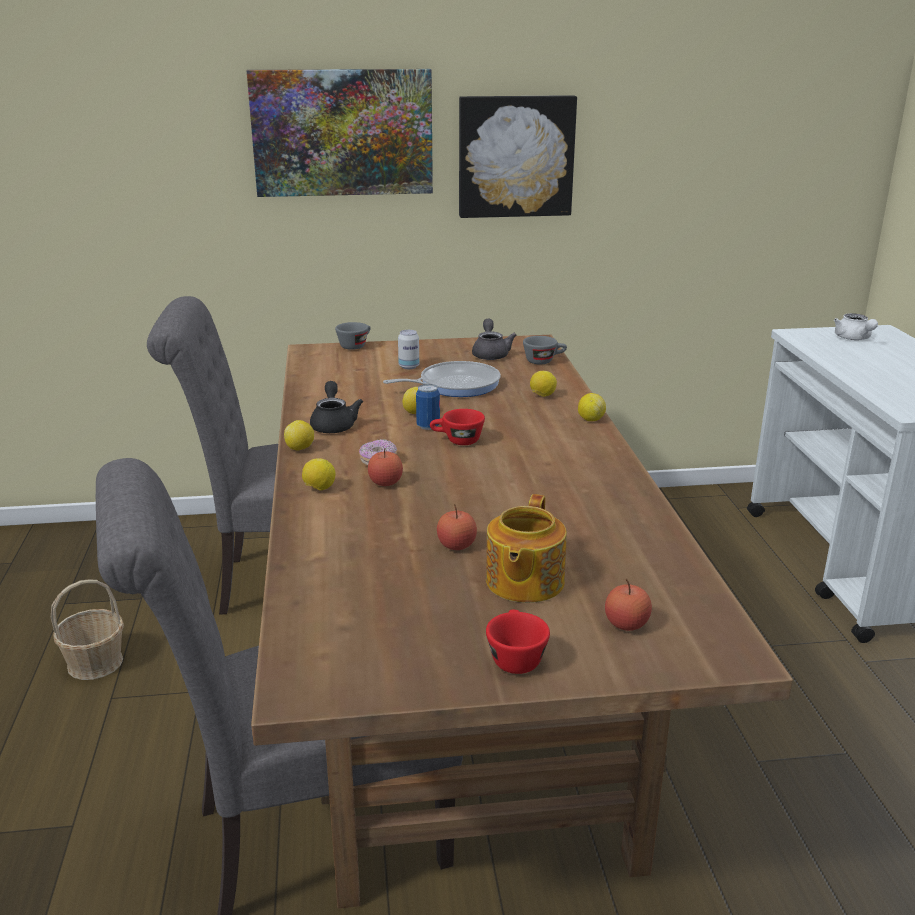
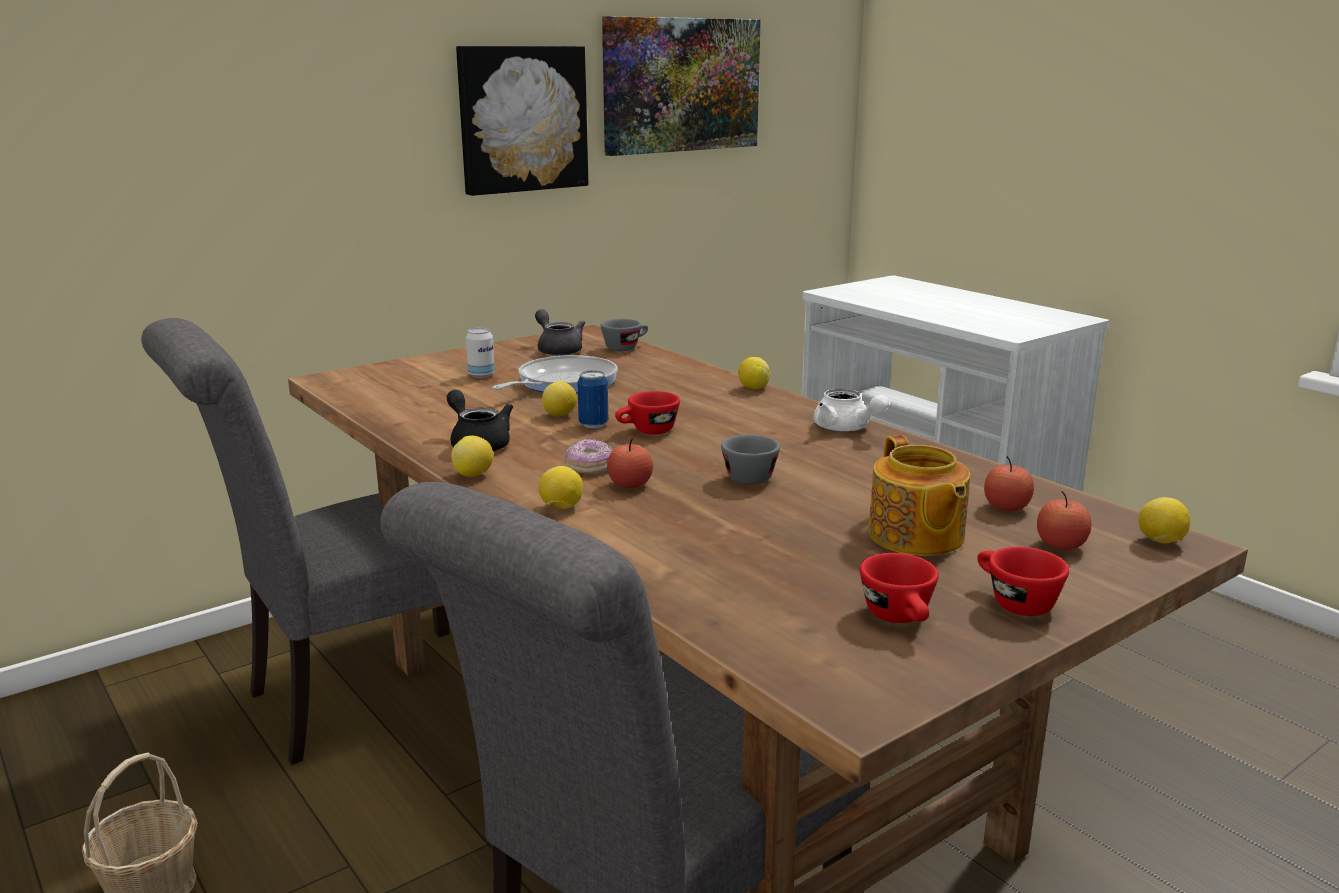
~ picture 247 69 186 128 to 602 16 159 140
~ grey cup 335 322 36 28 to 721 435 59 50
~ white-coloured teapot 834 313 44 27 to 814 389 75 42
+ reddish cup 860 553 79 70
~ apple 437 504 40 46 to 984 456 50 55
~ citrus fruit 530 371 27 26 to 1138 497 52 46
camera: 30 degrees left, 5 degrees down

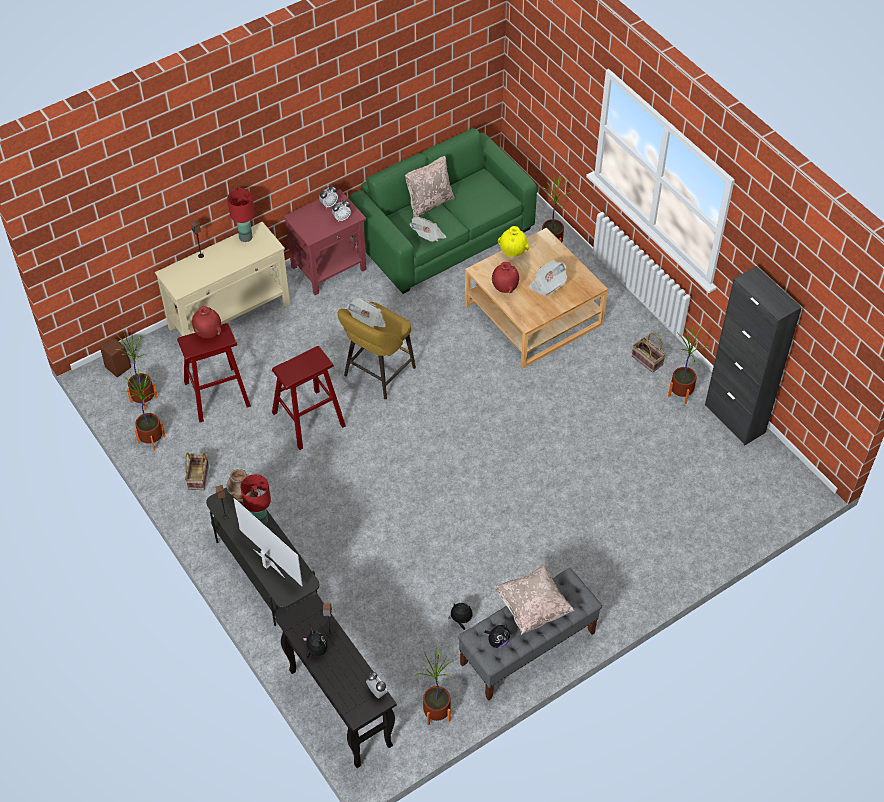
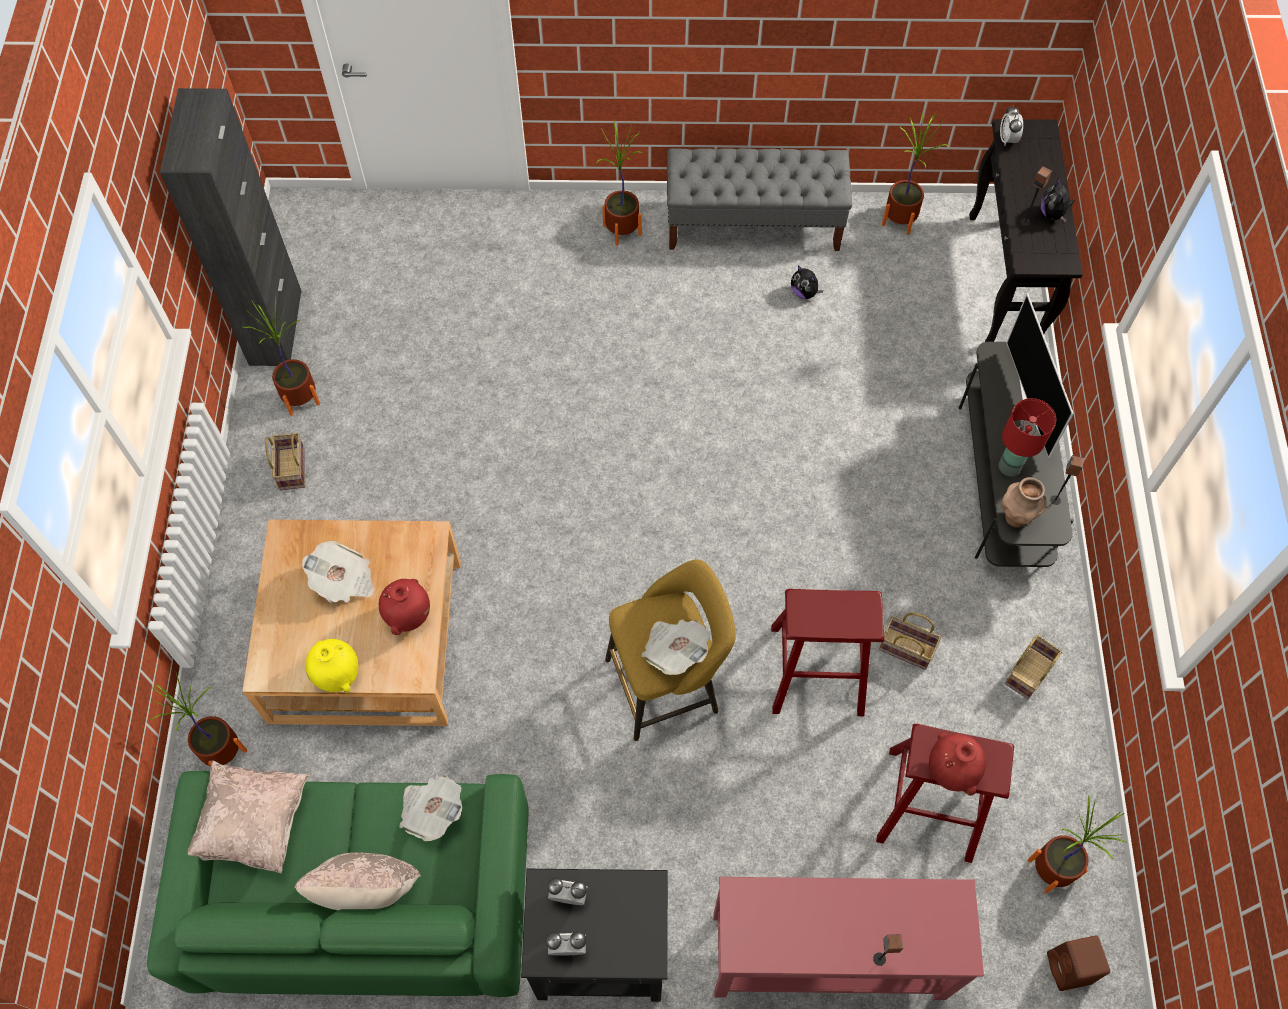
~ beige throw pillow 494 565 81 70 to 188 761 122 112
~ reddish side table 283 189 84 106 to blackish side table 521 869 147 133
~ houseplant 123 370 43 81 to 596 122 47 124
~ beige narrow table 155 222 135 114 to reddish narrow table 713 877 271 123
+ household basket 879 613 62 57
- reddish tabletop lamp 227 189 28 53
- soft toy 484 624 26 24
camera: 145 degrees left, 10 degrees up

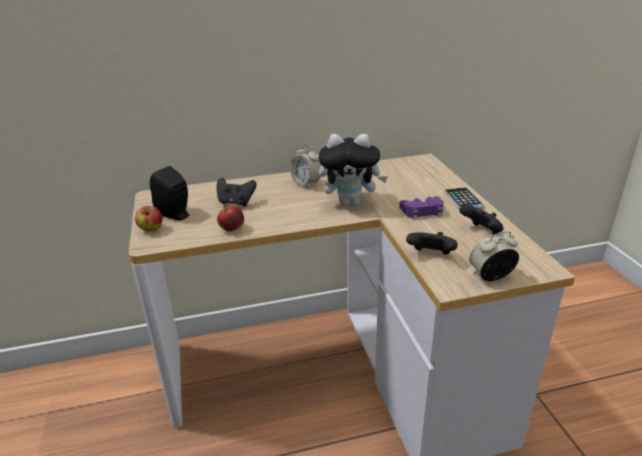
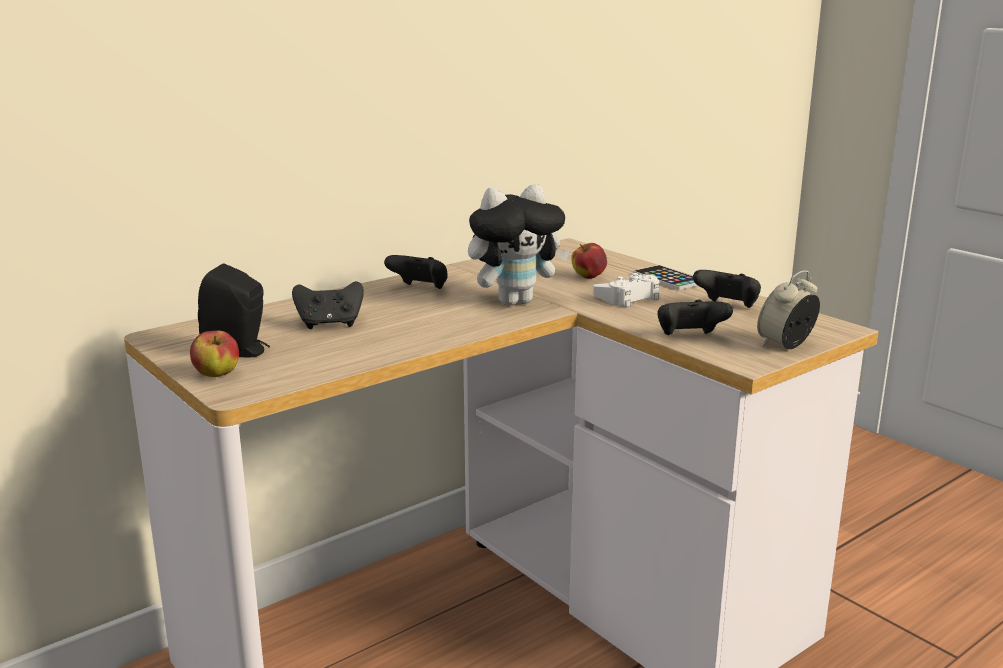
~ alarm clock 290 144 31 44 to blackish game controller 384 255 63 34
~ apple 217 205 27 26 to 571 243 36 36
~ purple-coloured game controller 399 196 45 24 to white-coloured game controller 593 273 66 34
camera: 25 degrees left, 10 degrees down

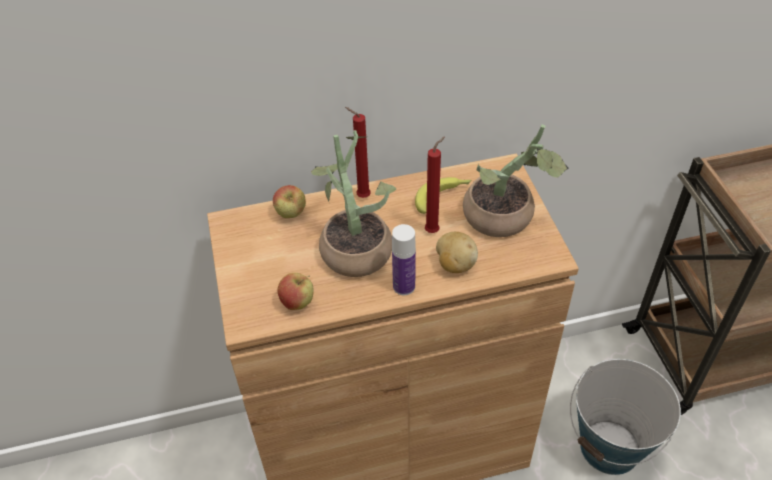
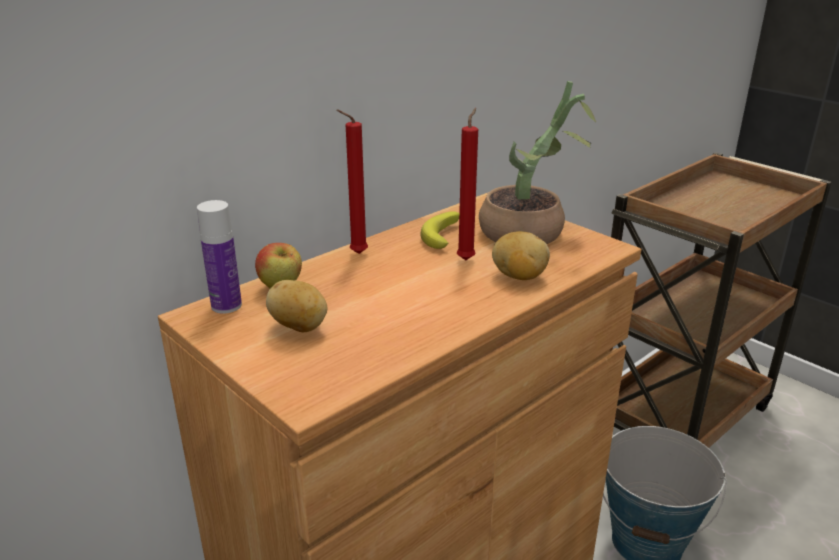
~ drink bottle 392 224 24 71 to 197 200 45 114
+ spud 266 280 61 52
- apple 278 273 36 37
- houseplant 311 130 86 147
camera: 30 degrees left, 20 degrees down

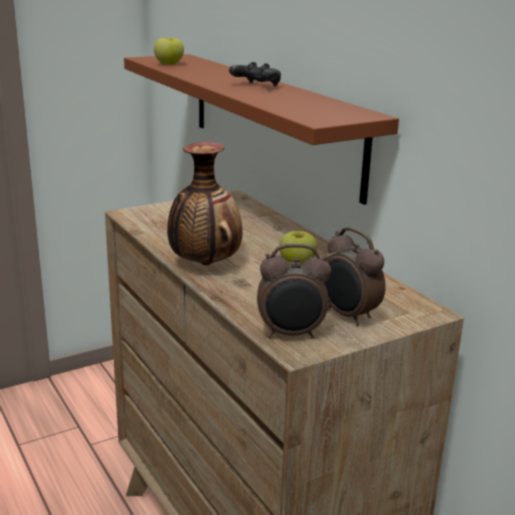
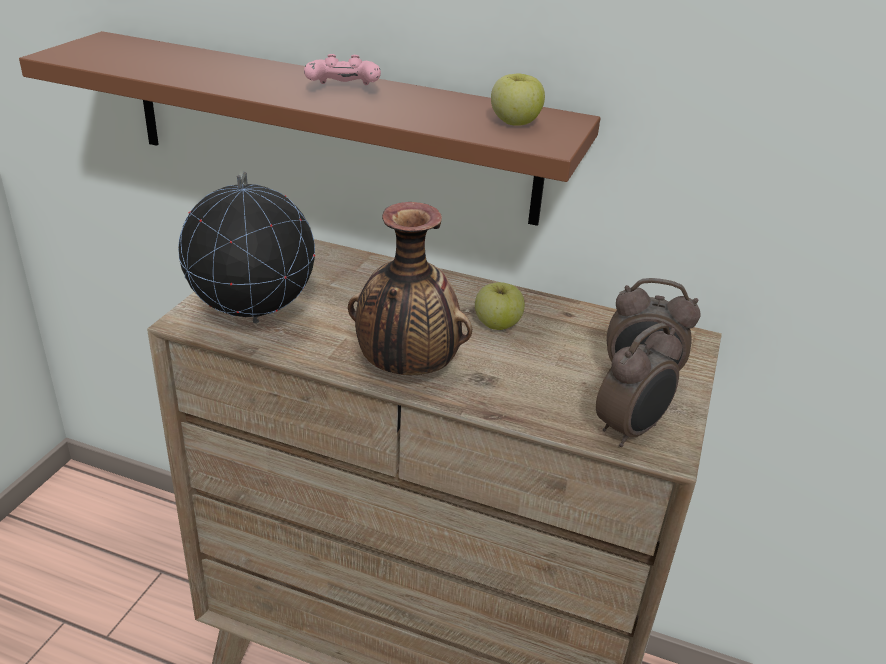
+ desk globe 178 172 137 152
~ blackish game controller 229 62 52 24 to pink-coloured game controller 304 54 77 31
~ apple 154 38 30 26 to 491 73 54 53
camera: 40 degrees left, 10 degrees up

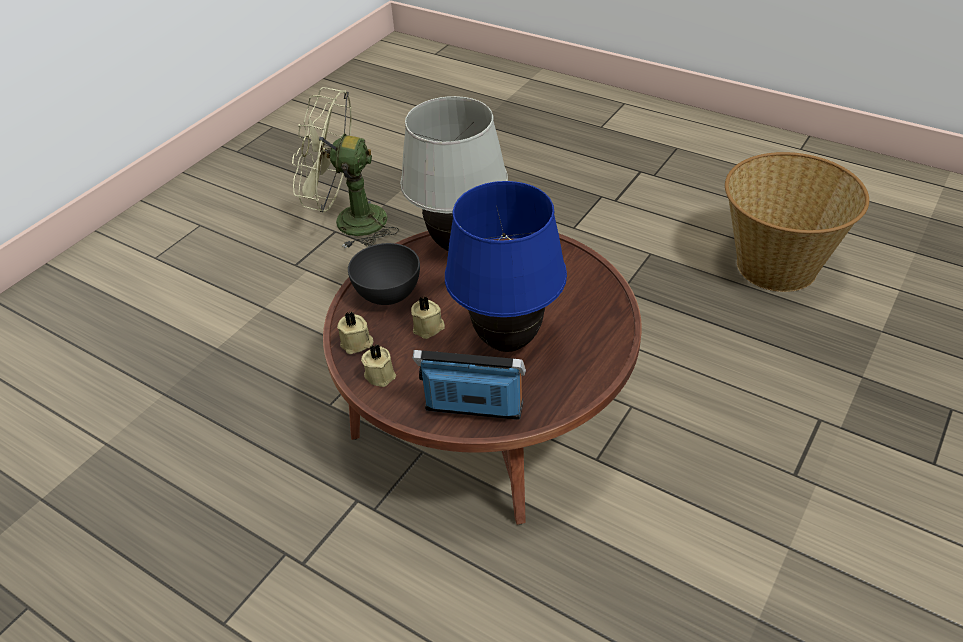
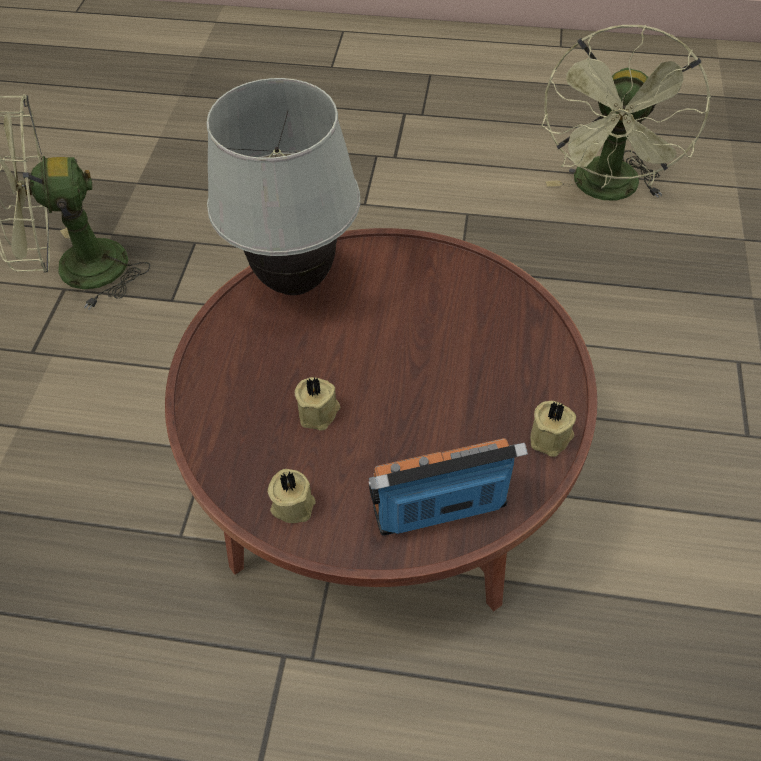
~ beige wax candle 337 312 37 42 to 530 401 46 56
~ household basket 725 152 144 140 to green-coloured cooling fan 541 25 170 176
- grey bowl 348 243 72 62
- bluish tabletop lamp 445 181 122 171
camera: 25 degrees left, 10 degrees up

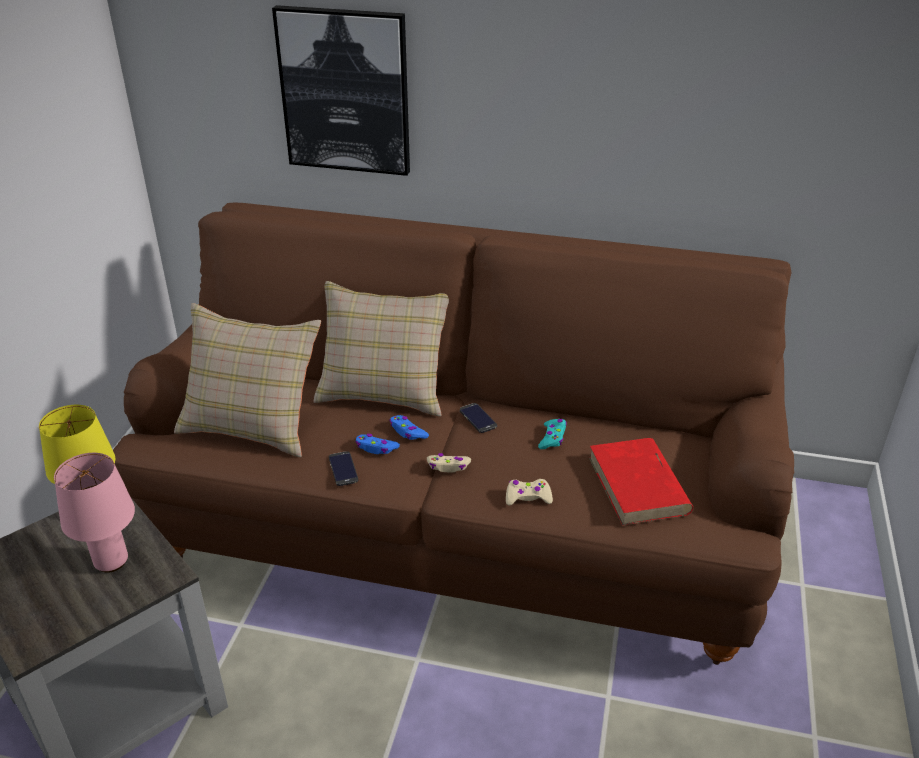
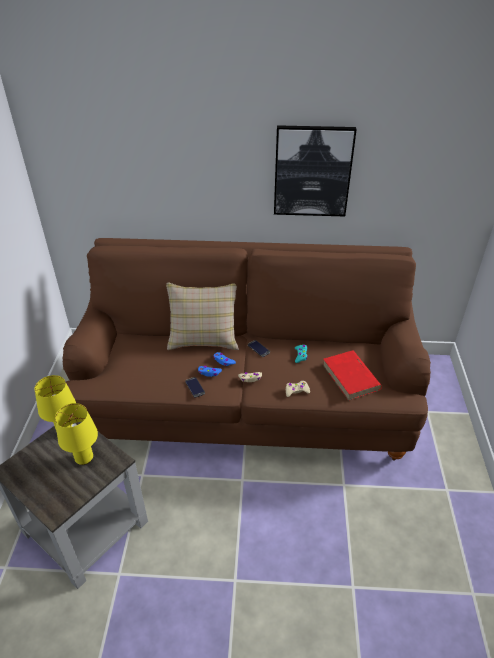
~ pink-coloured tabletop lamp 54 453 81 120 to yellow tabletop lamp 55 403 43 62
~ picture 272 5 138 171 to 274 125 83 92
- beige throw pillow 174 303 147 154
camera: 10 degrees left, 5 degrees up

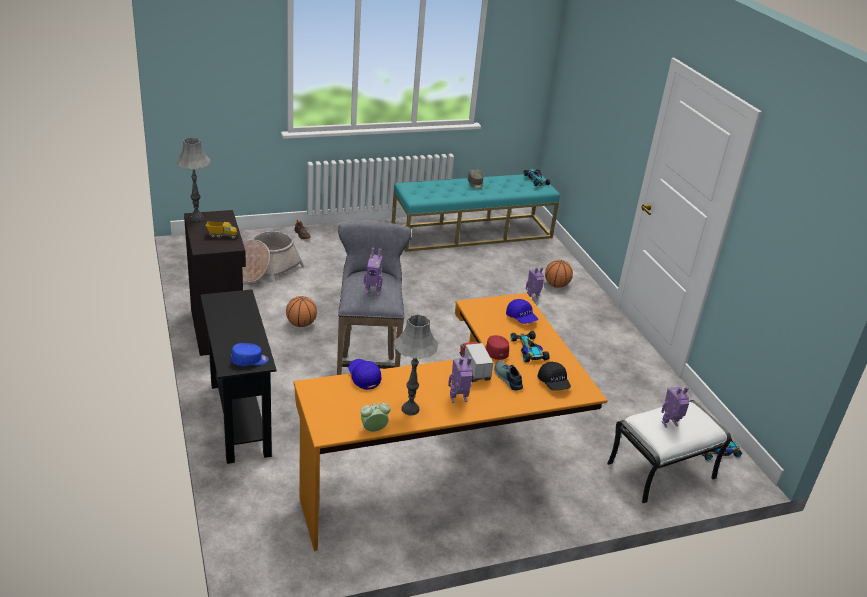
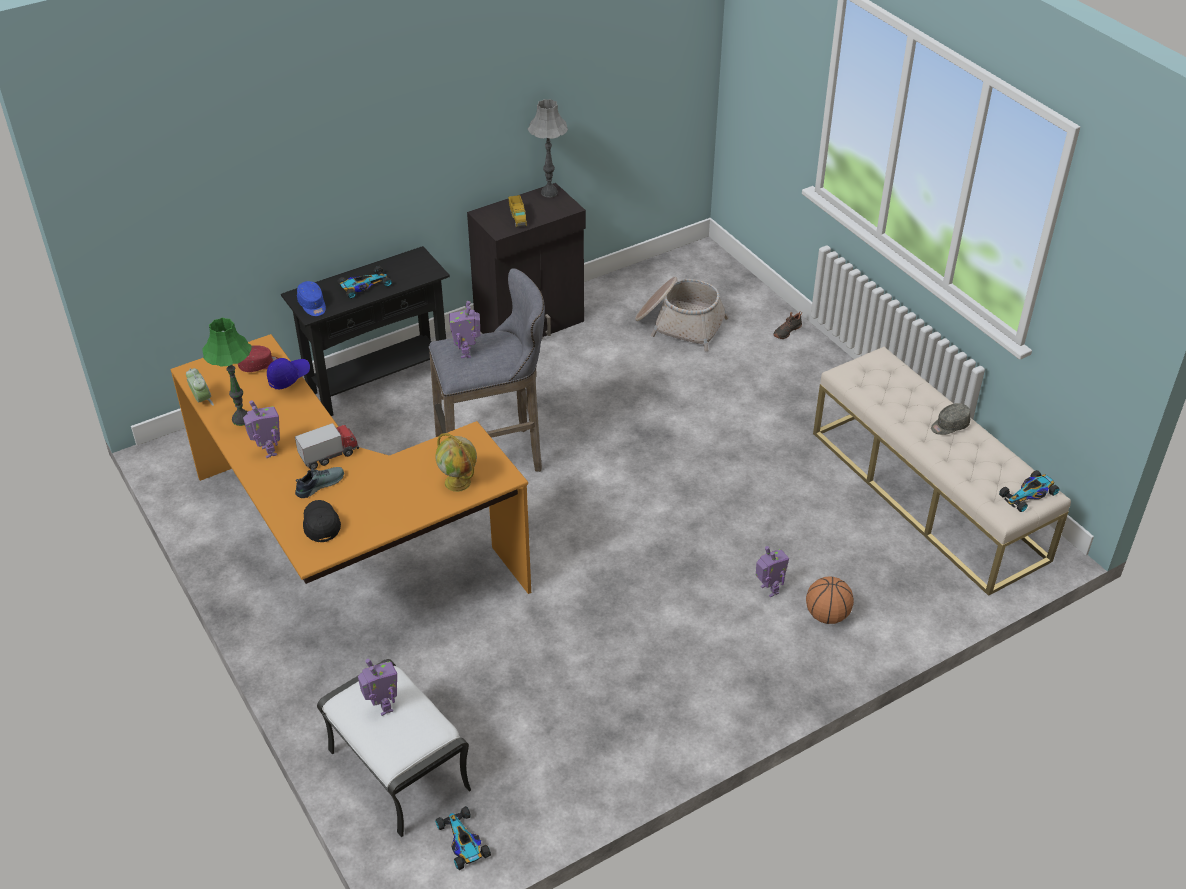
~ grey tabletop lamp 394 314 44 101 to green-coloured tabletop lamp 202 317 50 109
~ reddish cap 485 335 24 25 to 238 345 41 27
~ blackish cap 537 362 34 29 = 303 500 38 42 105 degrees clockwise
~ model car 511 331 39 31 to 337 266 55 33
~ bluish cap 506 299 32 25 to desk globe 435 433 42 59
~ blue-green bench 392 174 168 78 to beige bench 813 347 258 249
- basketball ball 286 296 31 31
camera: 80 degrees right, 10 degrees up

